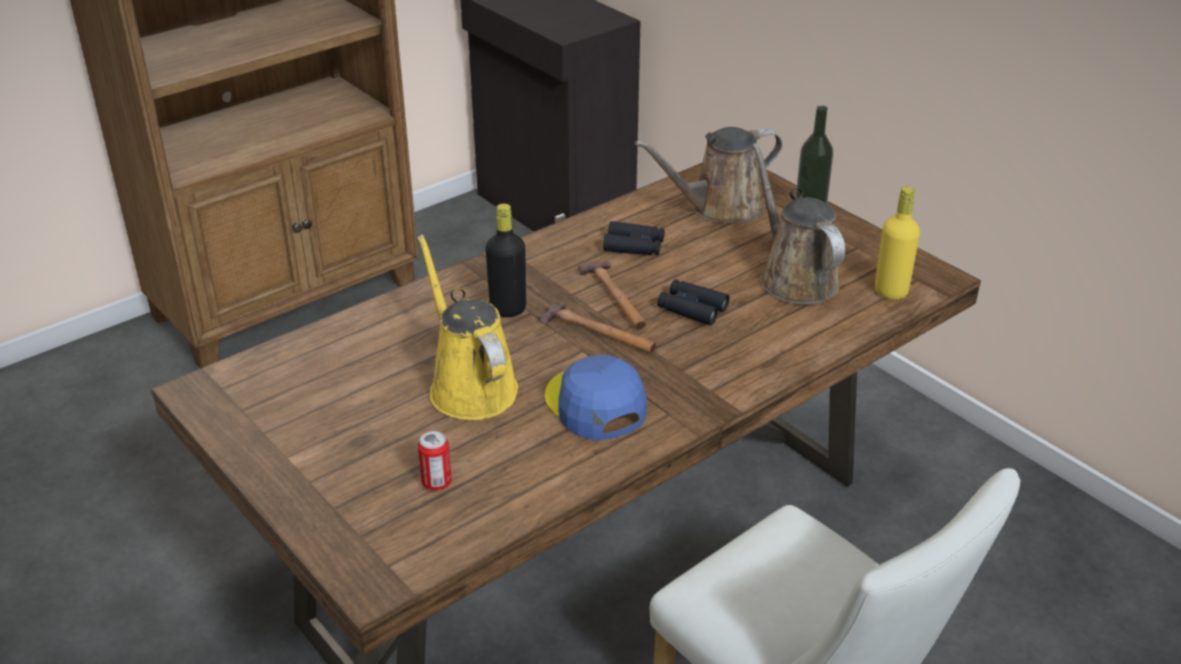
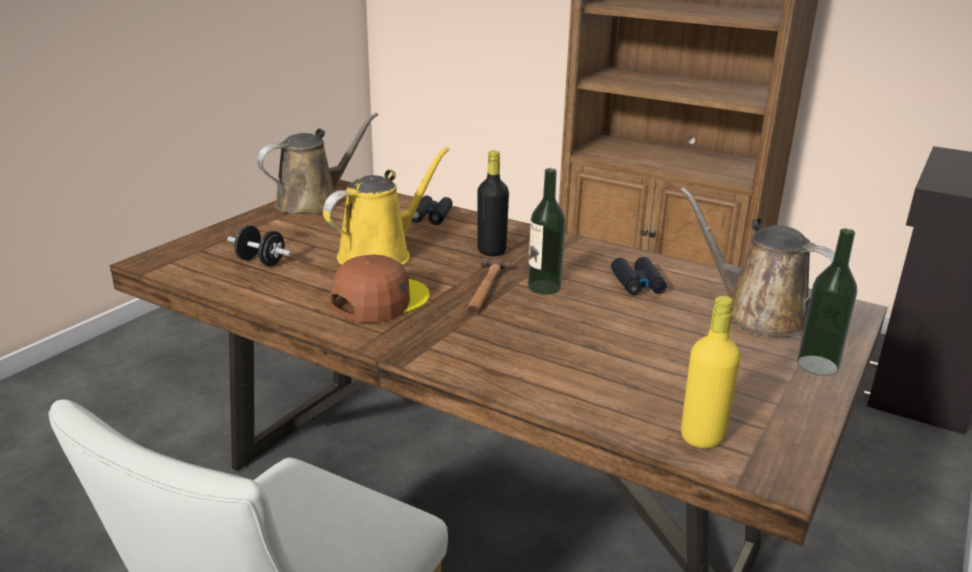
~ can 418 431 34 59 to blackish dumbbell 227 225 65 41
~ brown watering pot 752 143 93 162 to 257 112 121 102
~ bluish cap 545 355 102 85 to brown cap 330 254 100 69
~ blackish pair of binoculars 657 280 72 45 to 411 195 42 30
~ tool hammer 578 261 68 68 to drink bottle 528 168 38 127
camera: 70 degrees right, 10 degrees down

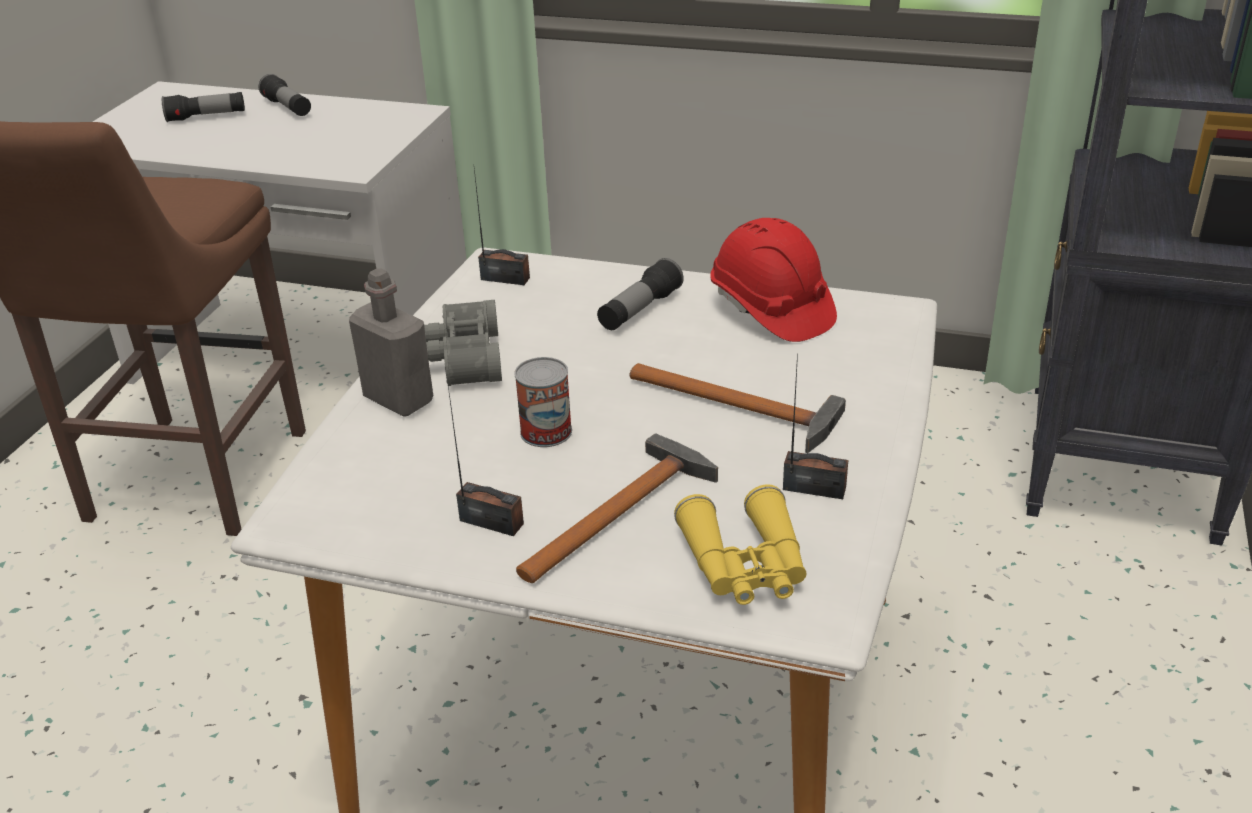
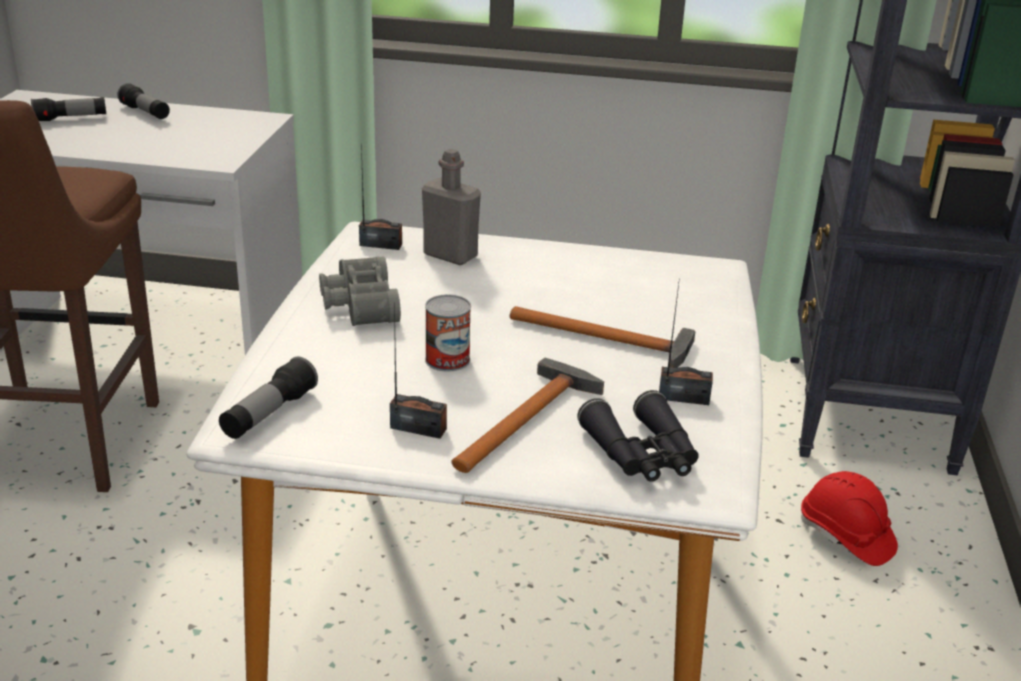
~ flashlight 597 258 87 72 to 219 357 99 82
~ grey drink bottle 349 268 84 149 to 422 149 59 116
~ yellow pair of binoculars 674 484 132 121 to blackish pair of binoculars 577 390 122 92
~ reddish safety helmet 711 218 126 124 to 801 471 97 95
camera: 10 degrees left, 5 degrees down

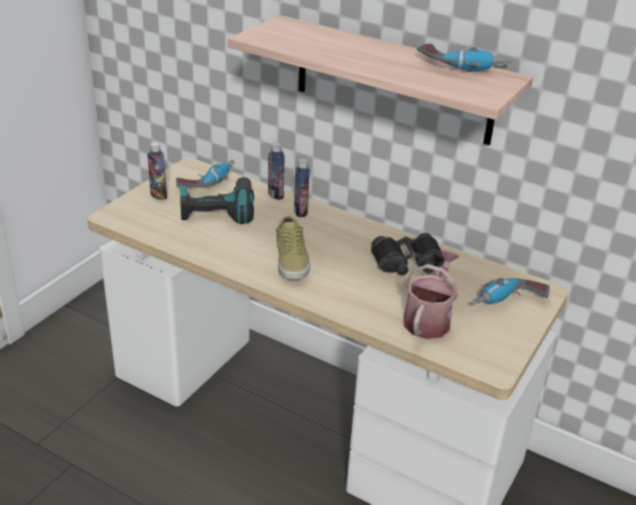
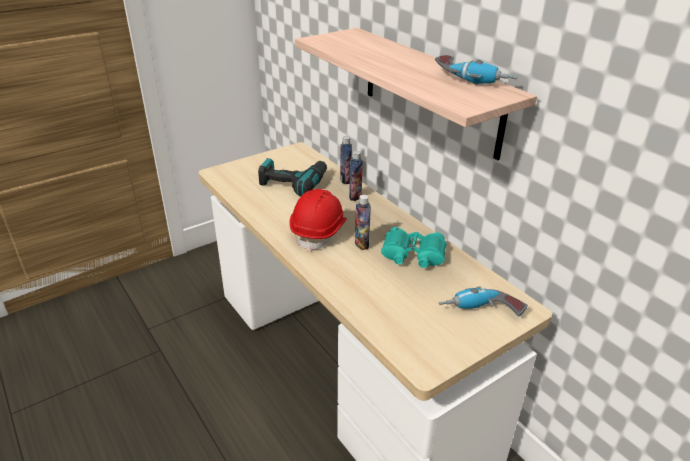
~ beige shoe 276 216 35 64 to reddish safety helmet 289 189 58 63
~ drink bottle 147 142 20 58 to 355 195 16 55
~ blackish pair of binoculars 371 233 73 43 to blue-green pair of binoculars 381 227 66 41
- drill 176 160 57 28
- watering pot 404 250 55 89
camera: 25 degrees right, 0 degrees up

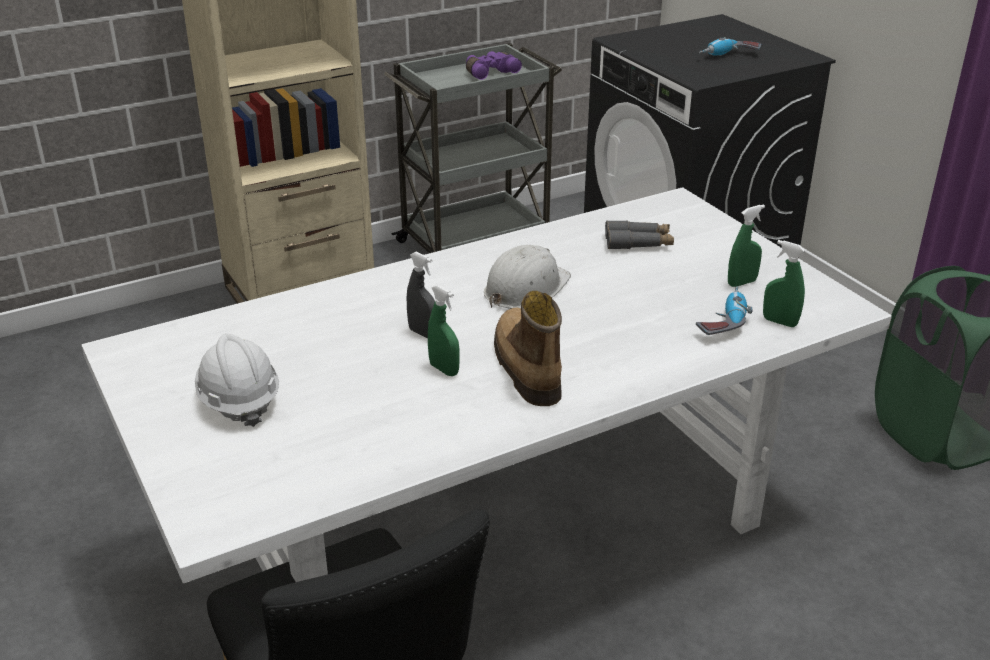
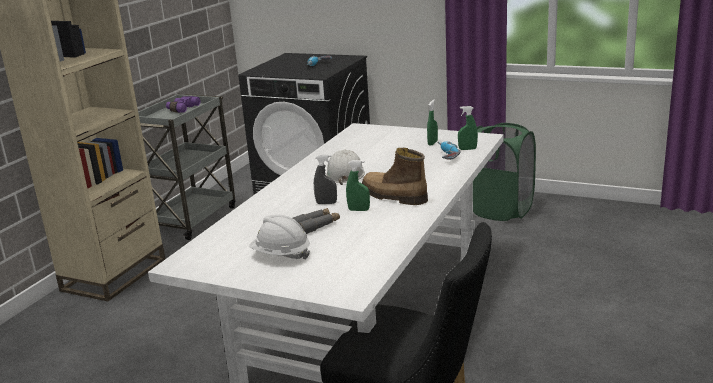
~ grey pair of binoculars 605 220 69 29 to 293 208 47 26
camera: 35 degrees left, 10 degrees down

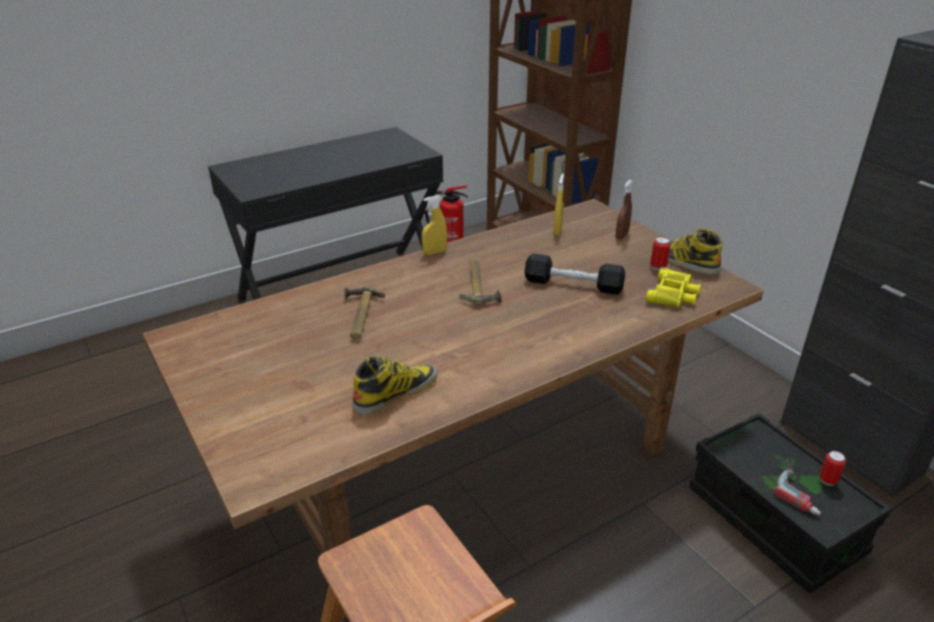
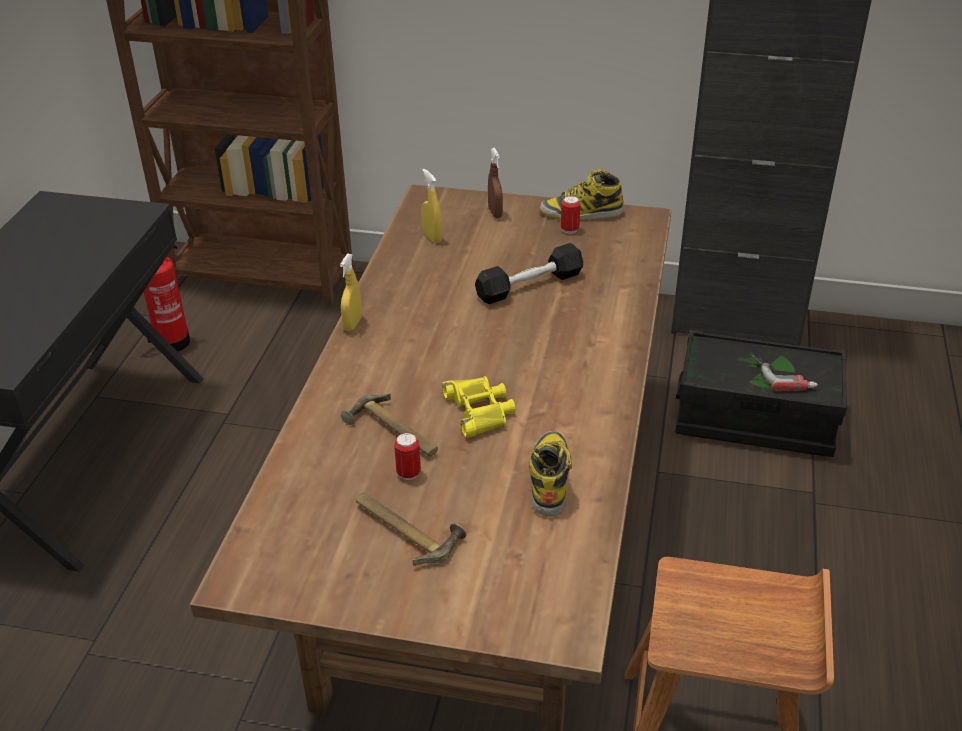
~ tool hammer 459 259 43 46 to 356 492 111 74
~ can 819 451 27 35 to 394 433 27 47
~ yellow pair of binoculars 646 267 55 40 to 442 376 74 62
camera: 45 degrees left, 5 degrees up

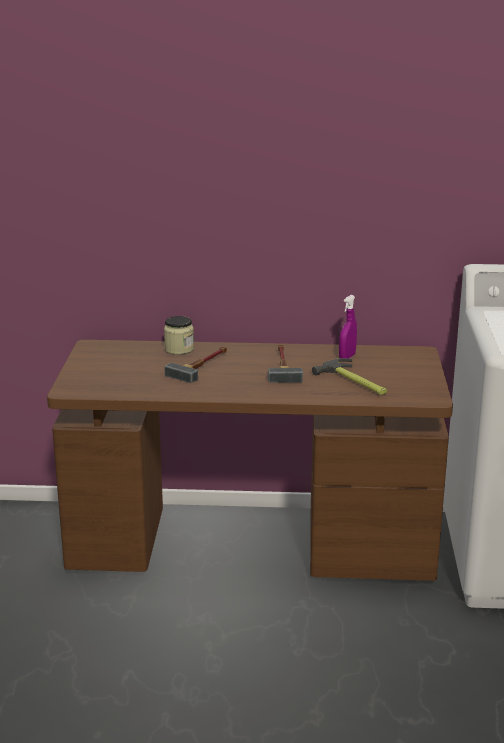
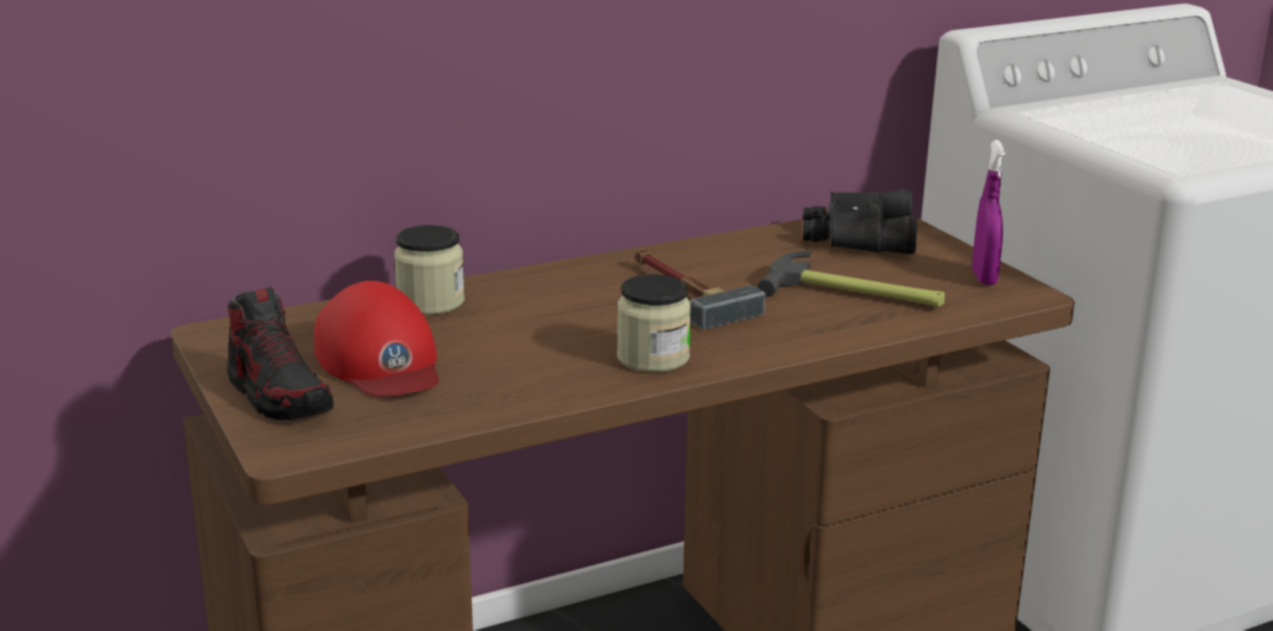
+ shoe 227 287 107 133
+ reddish cap 314 281 125 116
+ storage jar 617 274 74 98
+ blackish pair of binoculars 803 189 114 65
~ purple-coloured spray bottle 339 295 18 64 to 972 140 34 145
- tool hammer 164 346 63 37
camera: 30 degrees left, 0 degrees up

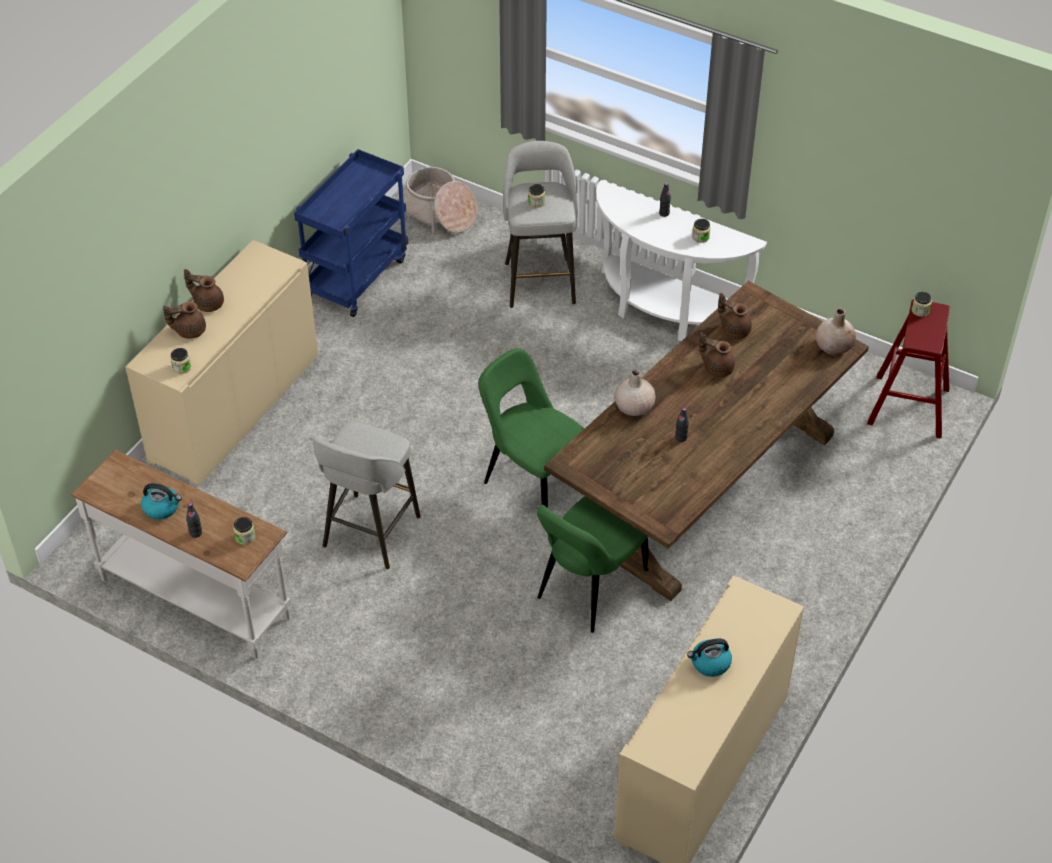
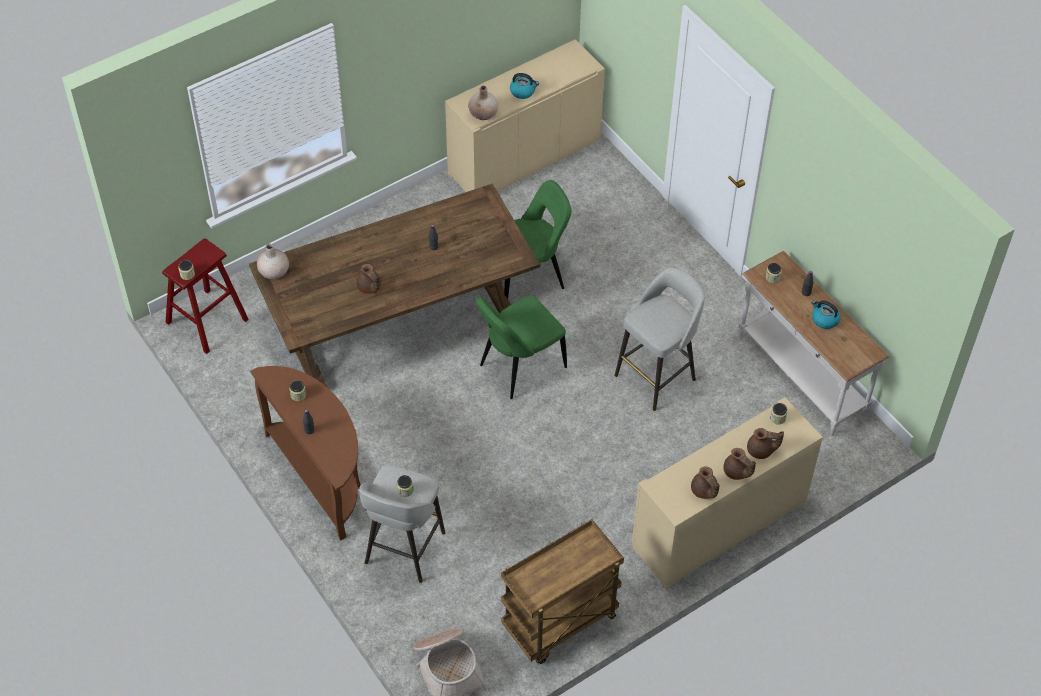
~ white-coloured narrow table 596 180 171 161 to brown narrow table 250 366 111 175
~ beige flower vase 615 369 41 47 to 468 86 30 34
~ green-coloured upright chair 478 348 107 160 = 476 295 91 104 75 degrees clockwise
~ bluish wheeled cart 294 149 114 168 to brown wheeled cart 501 519 123 145
~ brown teapot 718 293 34 46 to 691 467 28 32
camera: 155 degrees left, 5 degrees up

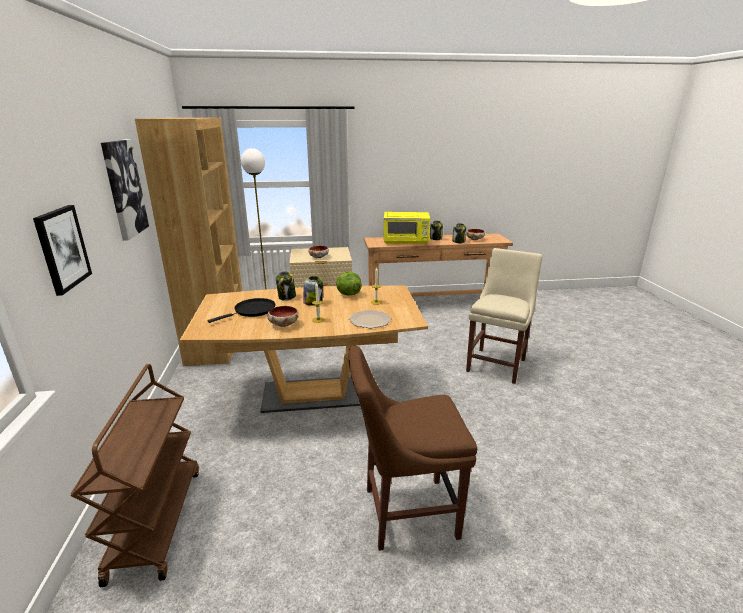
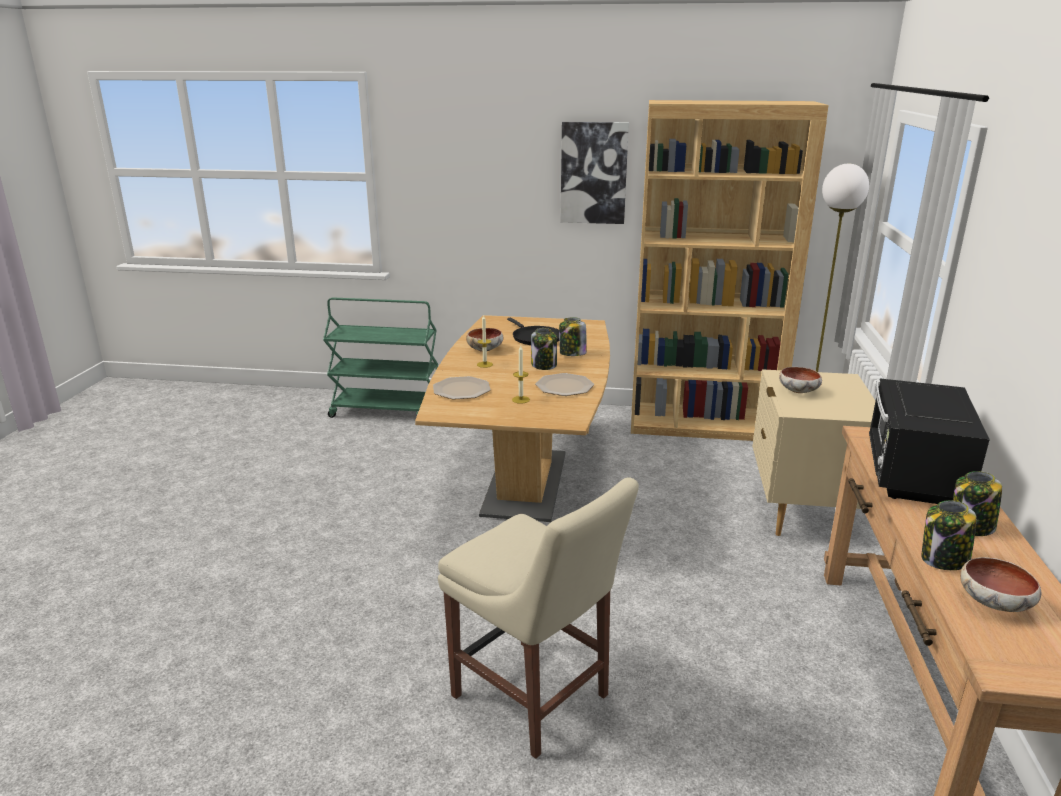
~ brown wheeled cart 70 364 129 223 to green-coloured wheeled cart 323 298 115 120
~ lettuce 336 272 26 23 to plate 535 373 59 23
~ yellow microwave 383 212 47 32 to blackish microwave 869 379 121 125
- picture 33 205 59 91
- brown upright chair 348 346 129 205
camera: 105 degrees right, 0 degrees up

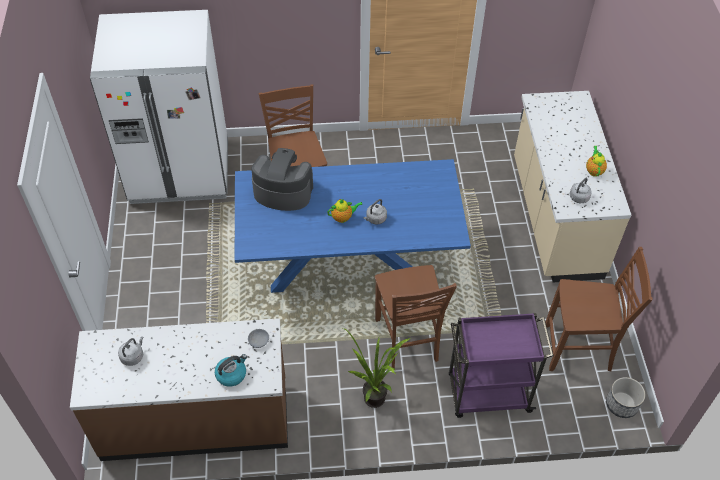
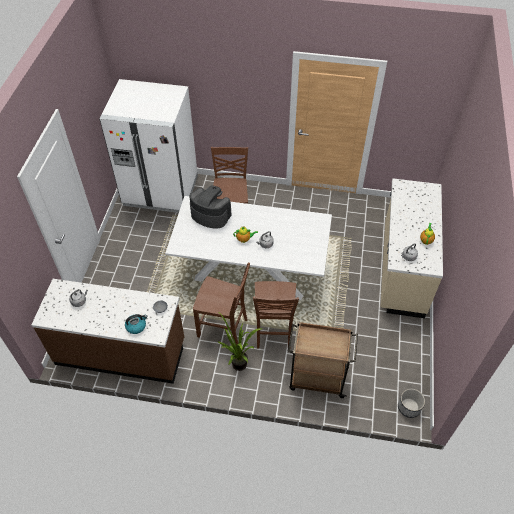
~ bluish kitchen table 235 159 236 134 to white-coloured kitchen table 165 196 167 104
~ brown upright chair 545 247 107 124 to 193 263 57 83
~ purple-coloured wheeled cart 449 313 105 105 to brown wheeled cart 288 322 70 76
camera: 15 degrees right, 0 degrees up

